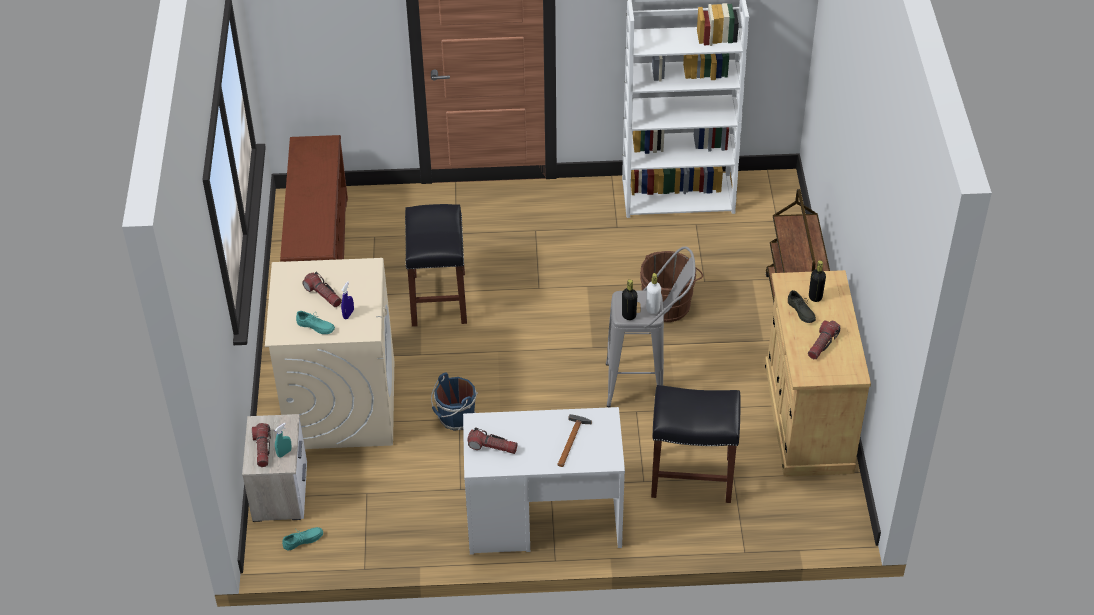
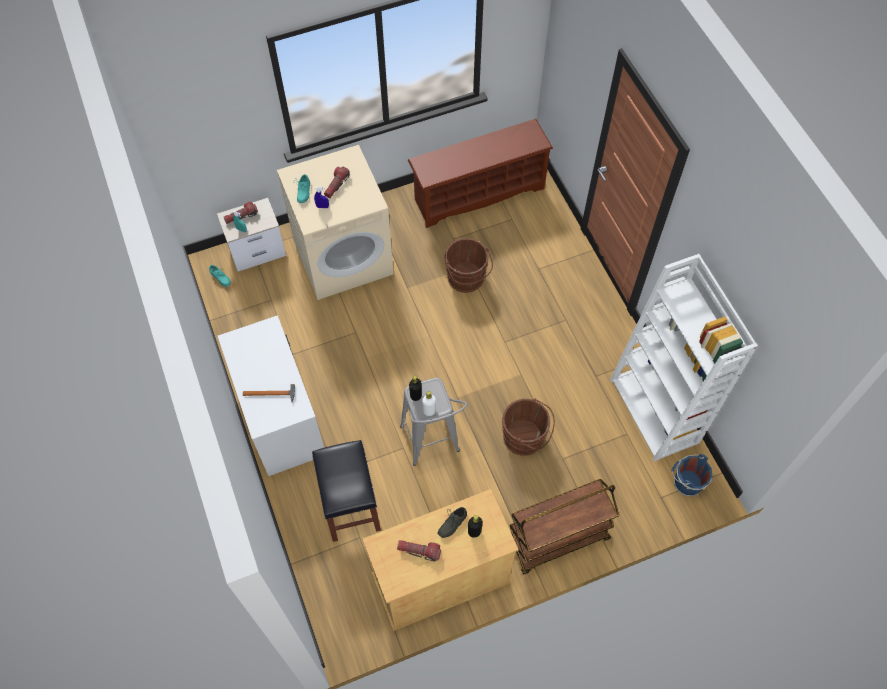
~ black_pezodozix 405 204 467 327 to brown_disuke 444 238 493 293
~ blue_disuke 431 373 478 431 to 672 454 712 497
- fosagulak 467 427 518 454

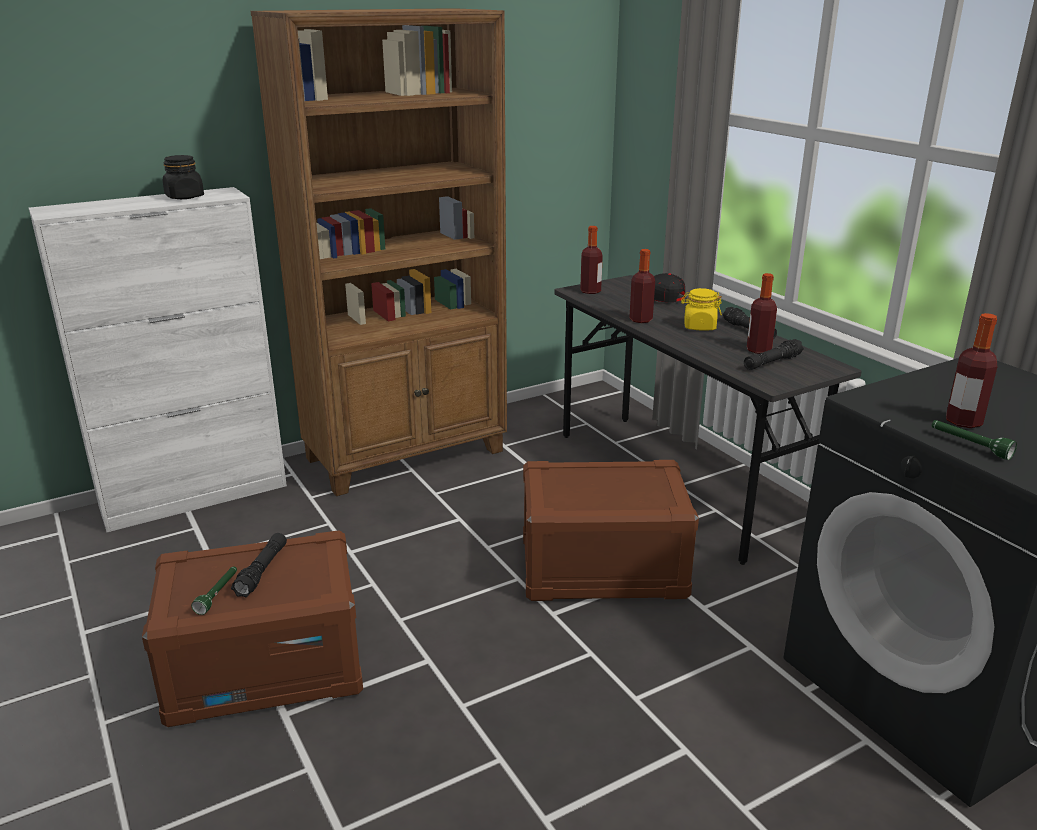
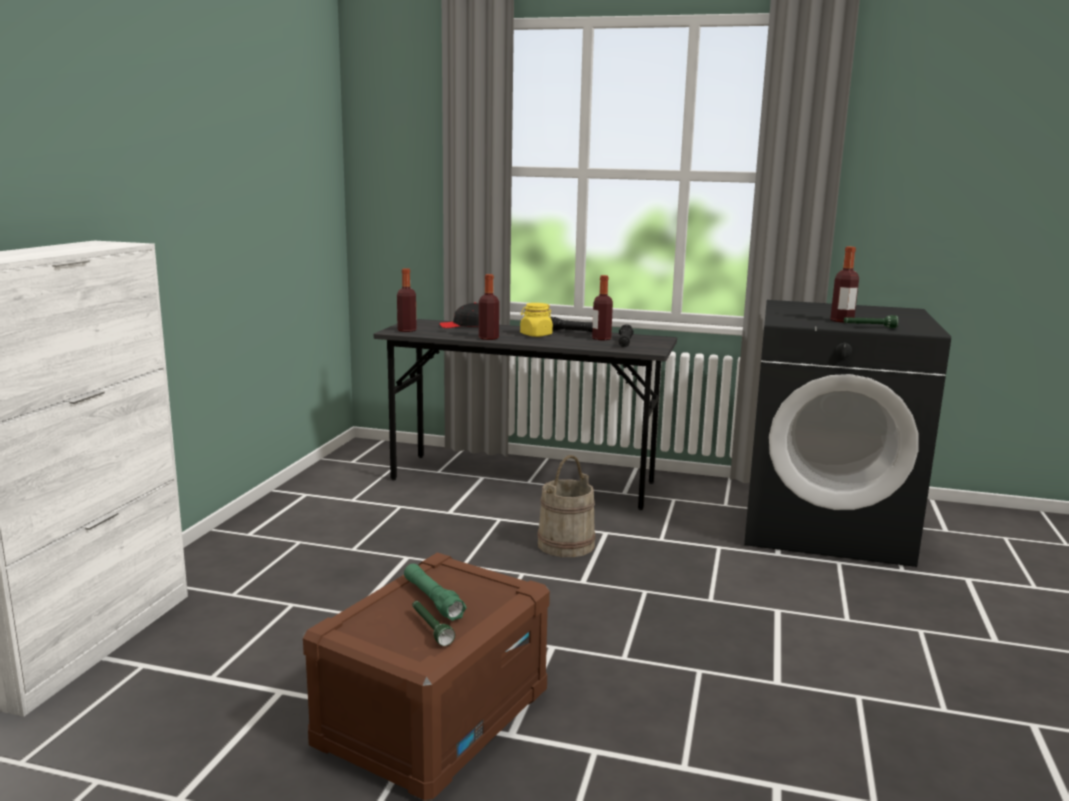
~ black_fosagulak 231 533 287 598 to green_fosagulak 404 564 467 621
~ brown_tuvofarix 523 460 699 601 to beige_disuke 538 455 596 557
- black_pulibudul 163 155 204 199
- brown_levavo 251 8 507 496

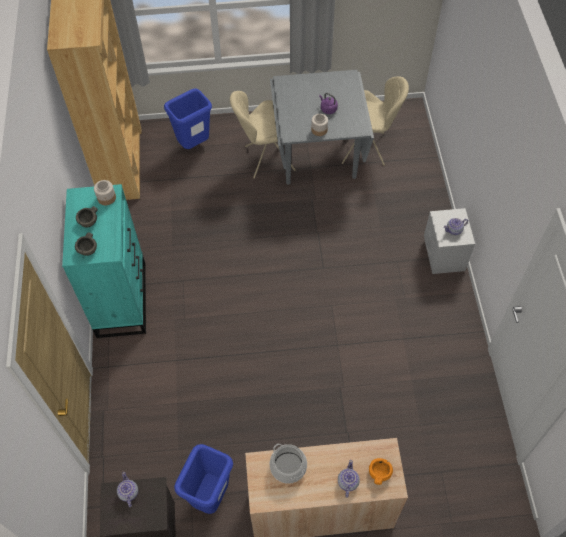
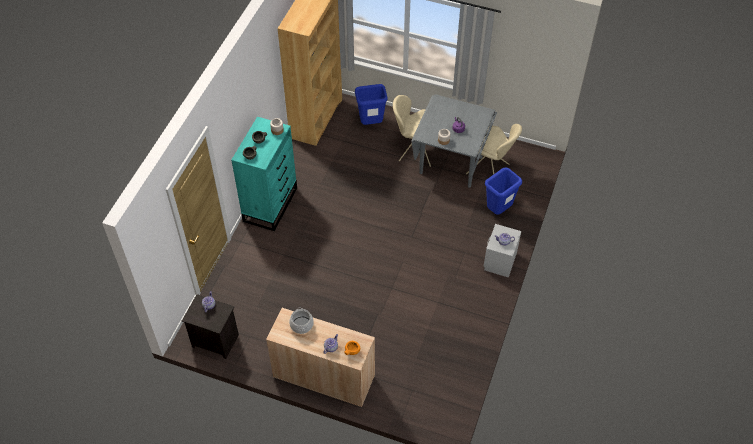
~ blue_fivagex 174 444 233 514 to 485 168 522 215

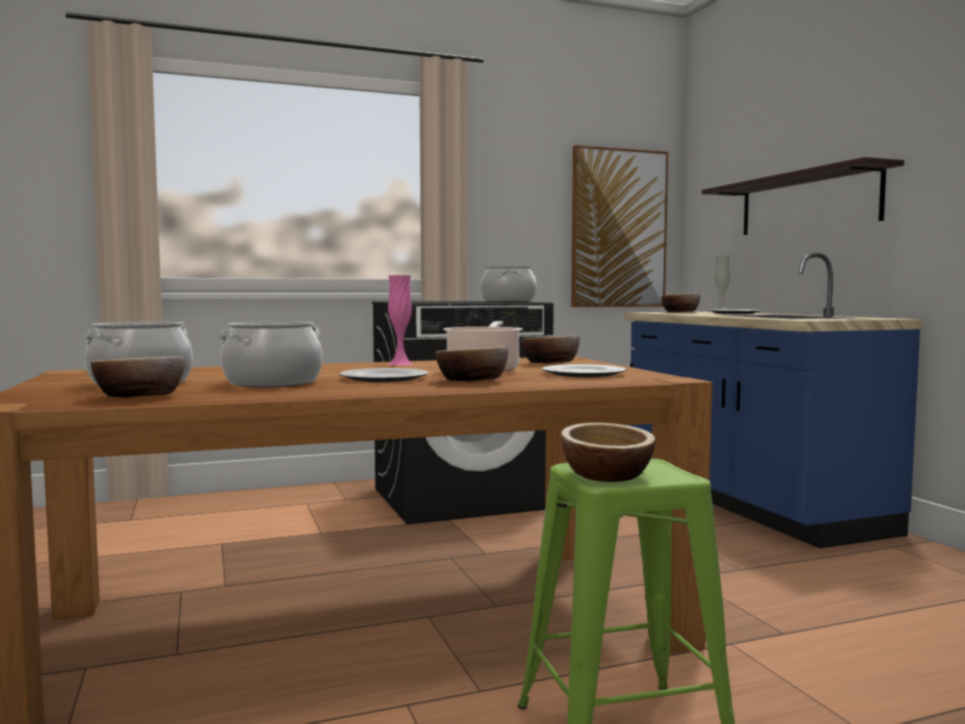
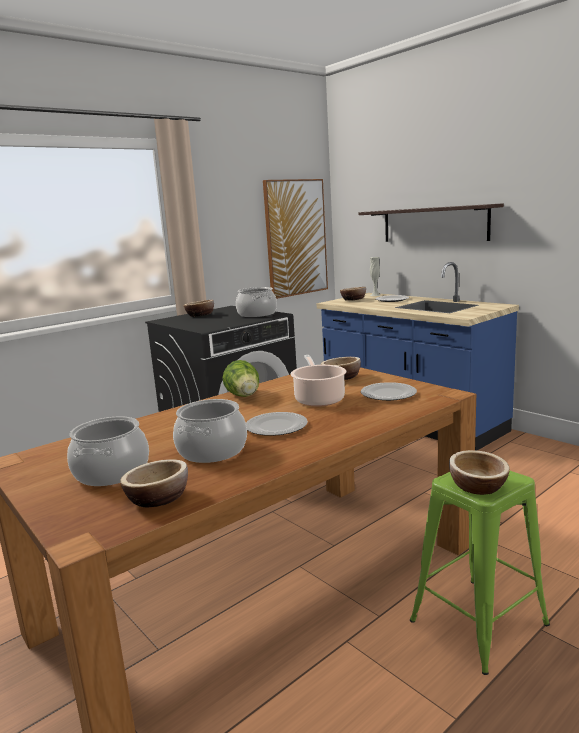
~ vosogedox 435 346 508 382 to 184 300 214 317
~ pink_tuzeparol 388 275 412 365 to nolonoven 222 360 259 397

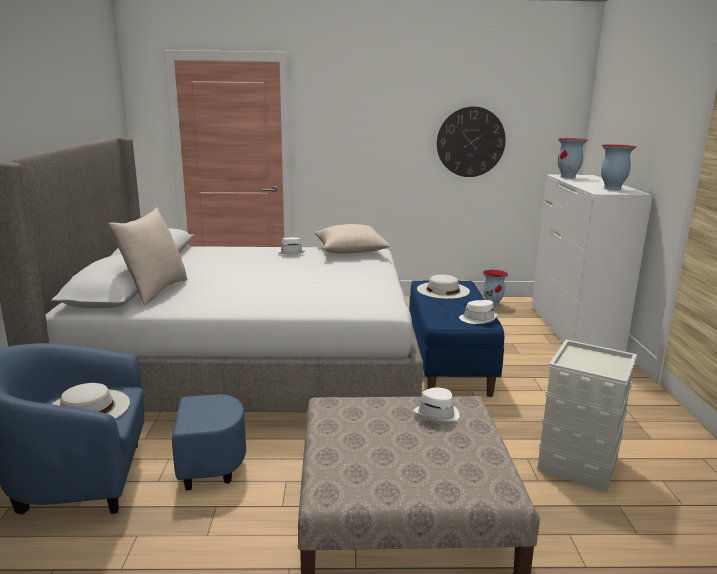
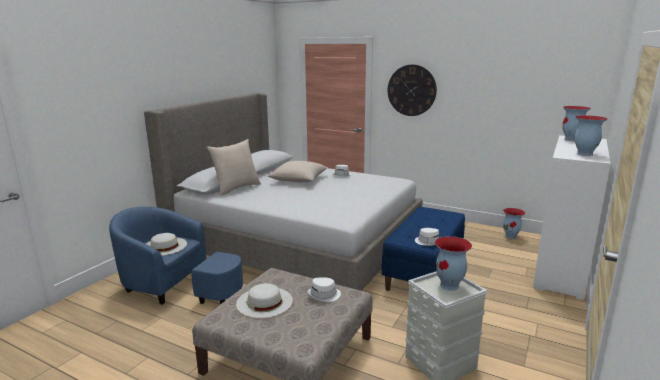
~ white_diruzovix 417 275 470 299 to 236 283 293 318
~ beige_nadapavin 315 224 391 254 to 268 161 328 182
~ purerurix 437 106 506 177 to 388 64 437 116
+ tuzeparol 435 236 472 291

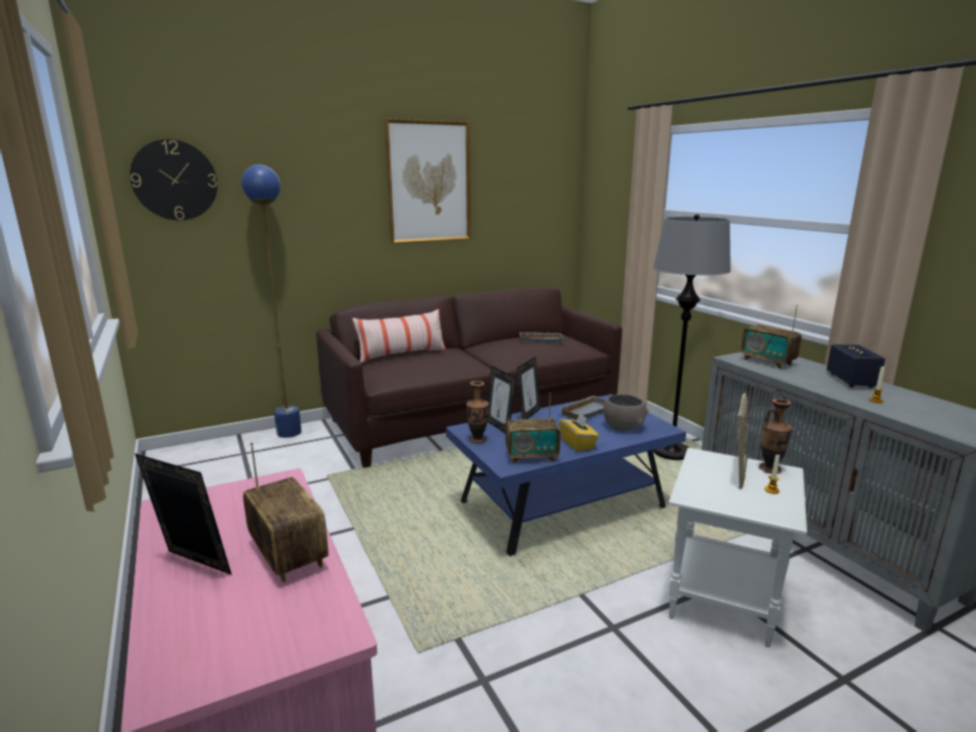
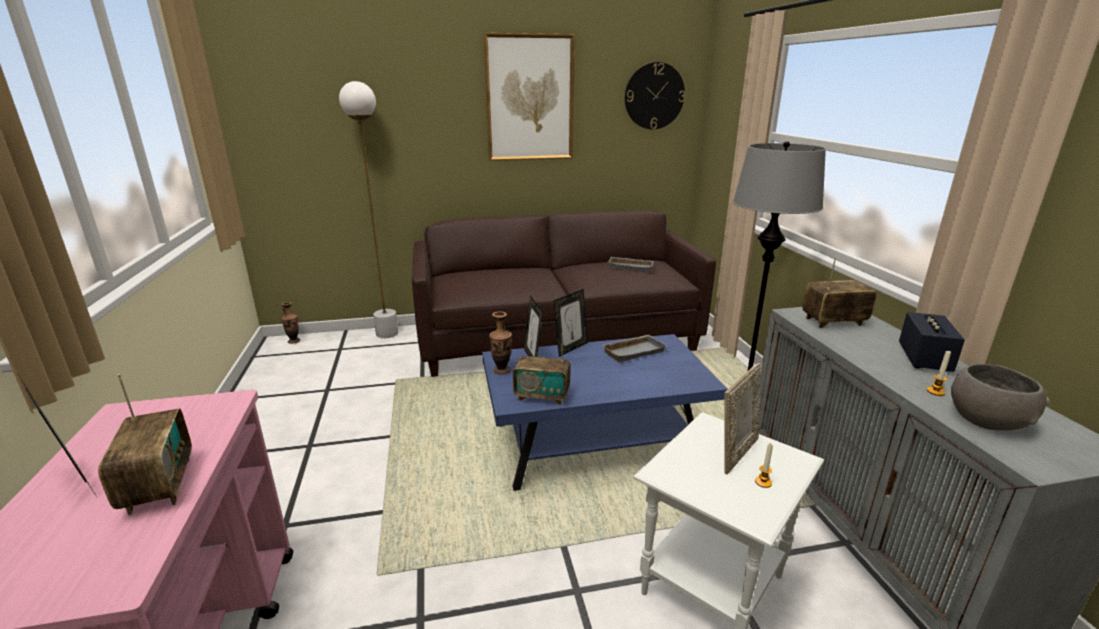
~ tuzeparol 759 399 792 474 to 281 302 300 344
~ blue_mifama 241 165 301 438 to white_mifama 339 81 399 338
~ purerurix 130 139 217 220 to 625 62 685 129
~ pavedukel 741 305 802 369 = 803 258 876 328 105 degrees clockwise
~ grey_vosogedox 603 394 649 431 to 951 364 1050 431
- nadapavin 352 309 446 363
- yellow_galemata 559 413 599 452

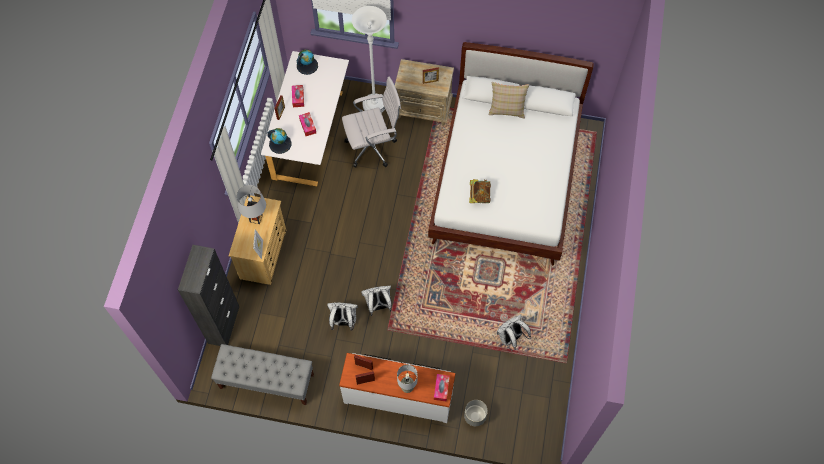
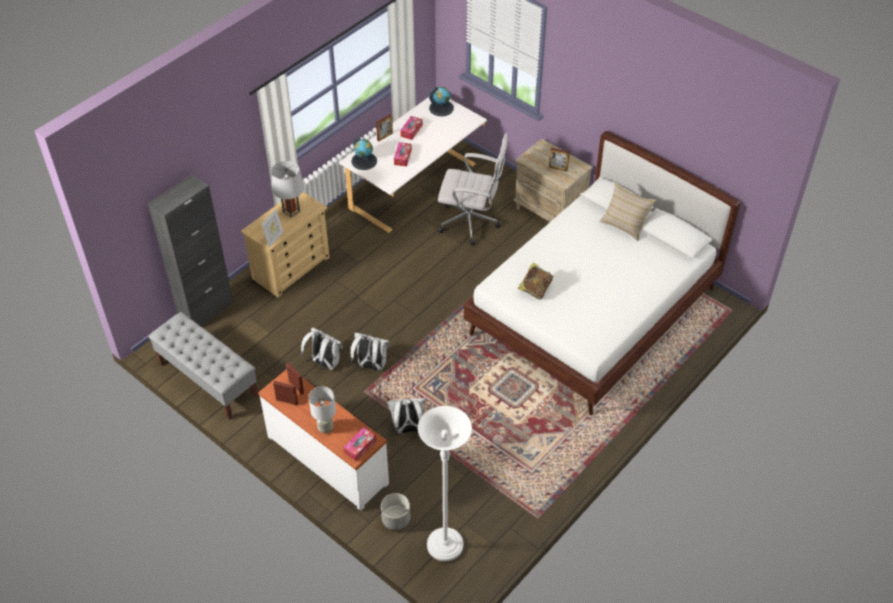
~ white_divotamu 497 314 531 351 to 387 398 425 436
~ white_mifama 352 6 387 113 to 418 406 472 562

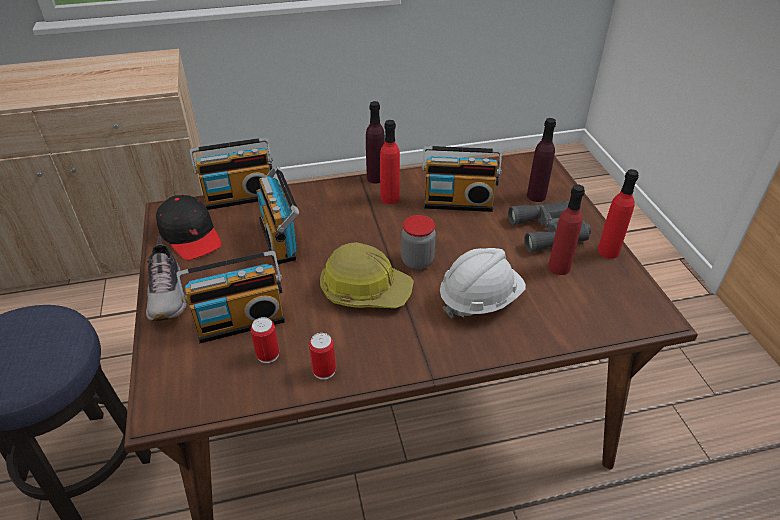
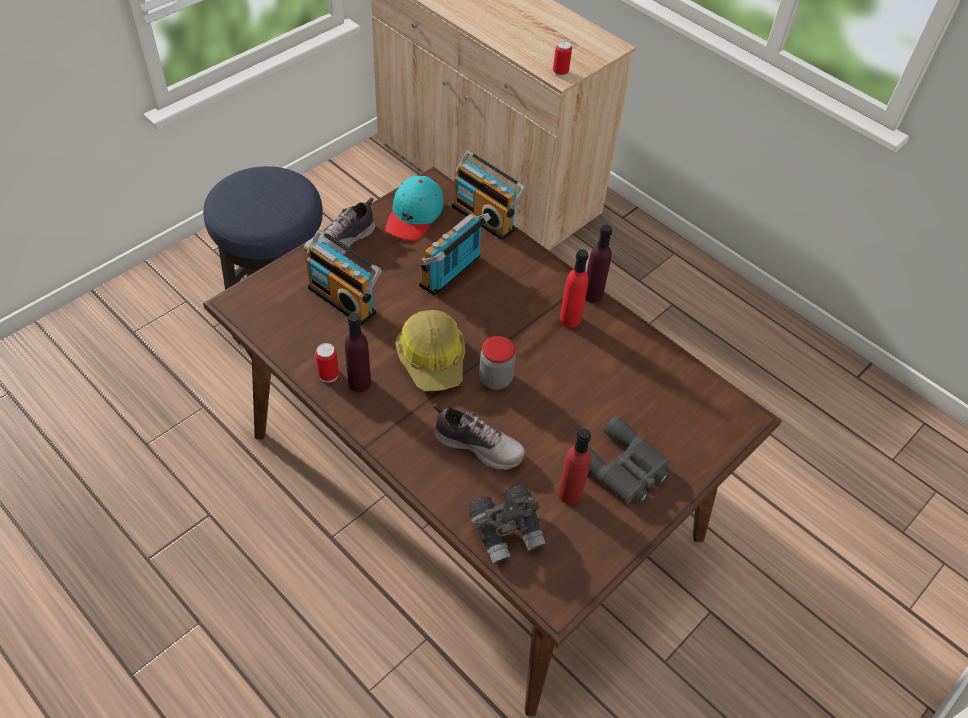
~ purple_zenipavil 527 118 556 202 to 345 313 371 392
~ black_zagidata 156 195 222 260 to turquoise_zagidata 385 176 443 241
~ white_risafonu 440 248 526 318 to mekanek 434 404 526 470
+ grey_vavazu 468 484 546 564
~ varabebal 251 317 279 363 to 553 41 572 77
- pavedukel 422 146 502 212
- red_zenipavil 598 169 639 259

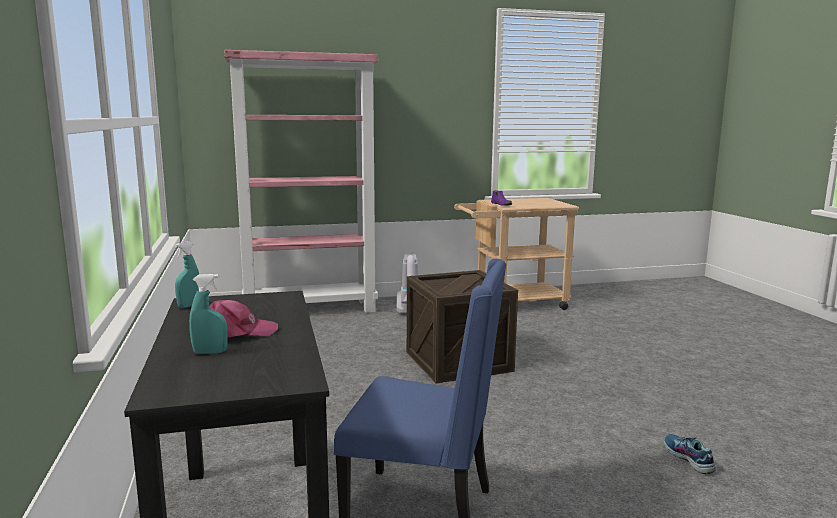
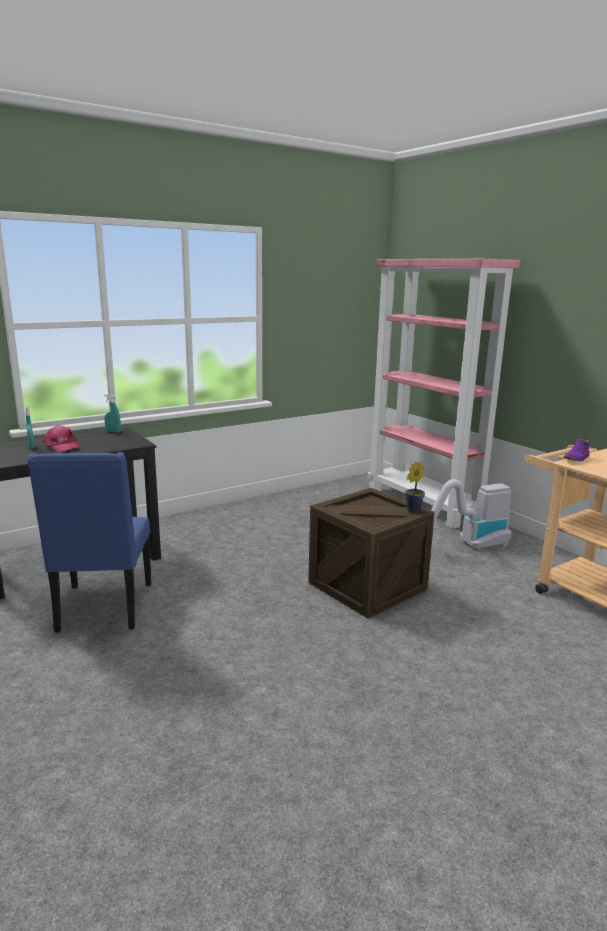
+ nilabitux 405 462 425 513
- mekanek 664 434 716 474

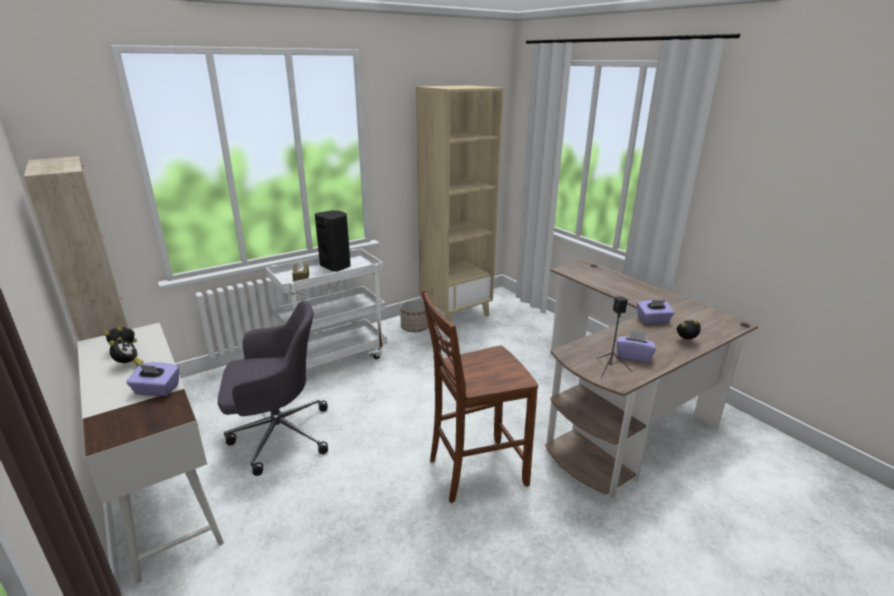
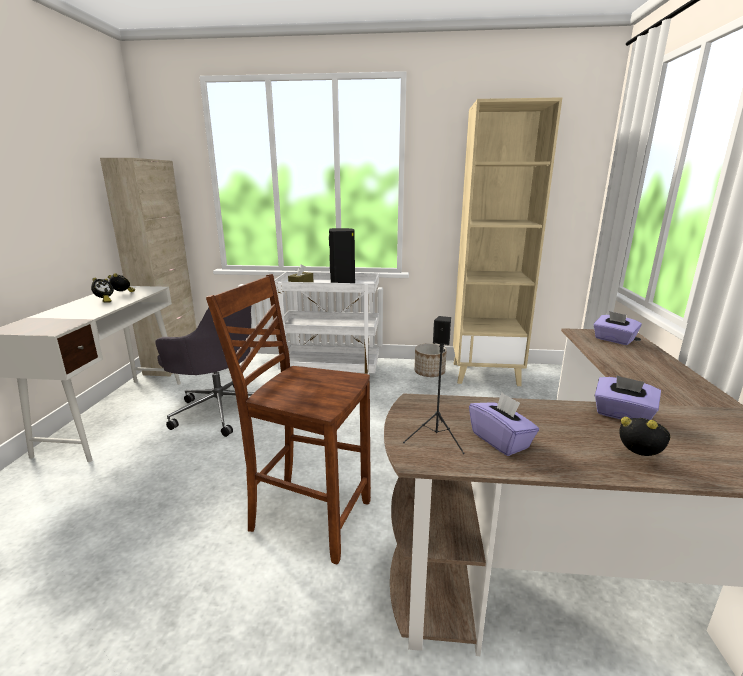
~ purple_galemata 126 362 179 396 to 593 311 642 345

